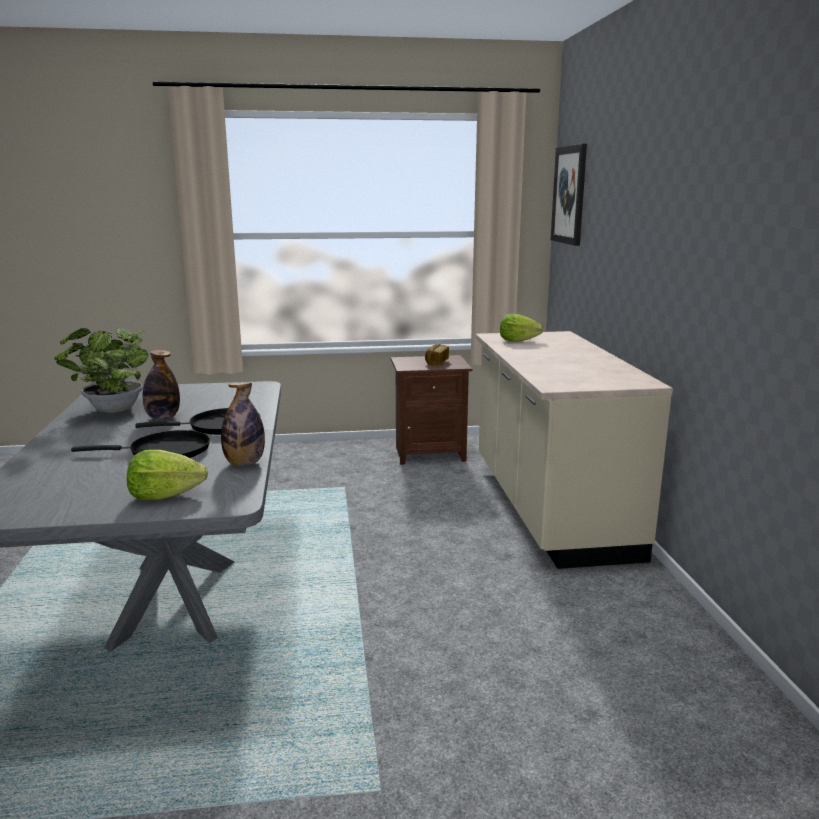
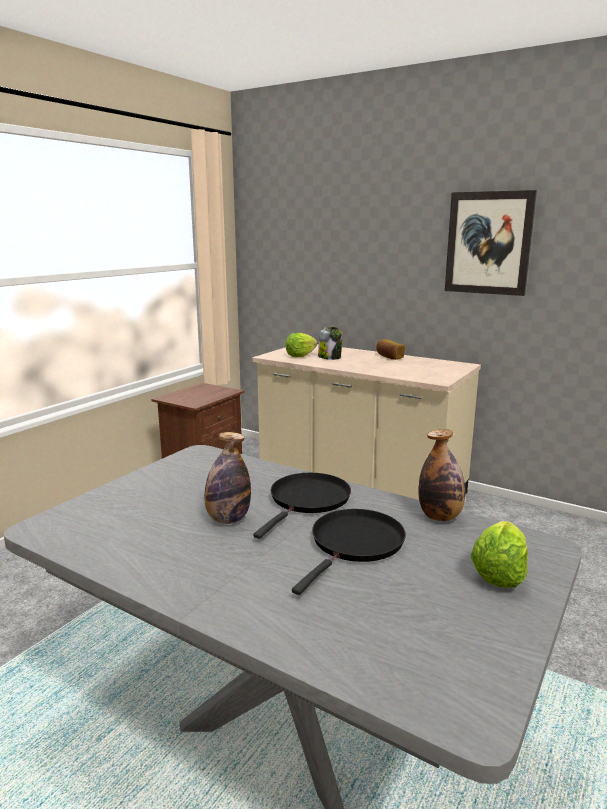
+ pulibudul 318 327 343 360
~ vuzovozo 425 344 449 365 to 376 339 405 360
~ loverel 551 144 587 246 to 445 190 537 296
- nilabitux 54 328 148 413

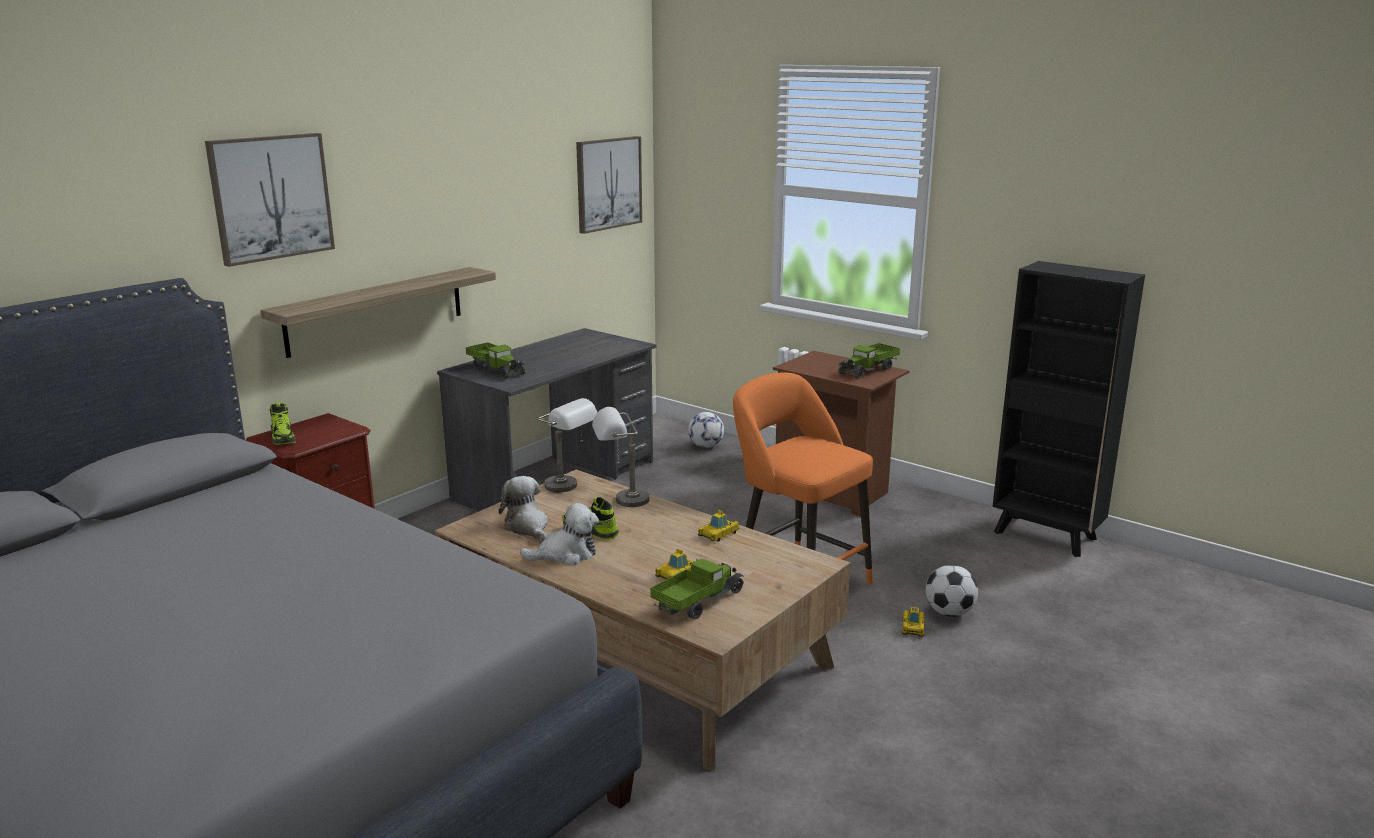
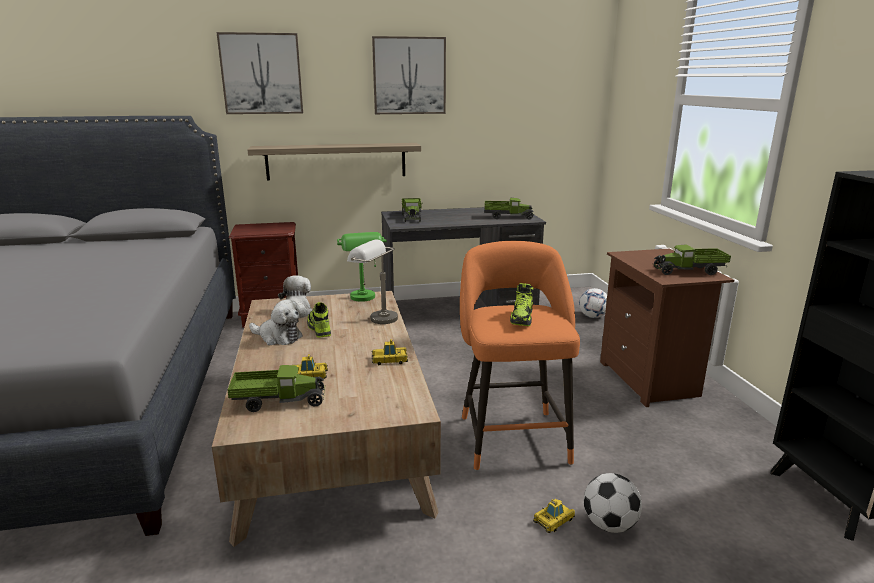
~ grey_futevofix 537 398 597 492 to green_futevofix 337 232 387 302
~ loverel 576 136 642 234 to 372 36 446 114
+ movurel 484 198 534 219
~ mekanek 270 403 296 445 to 510 283 534 326

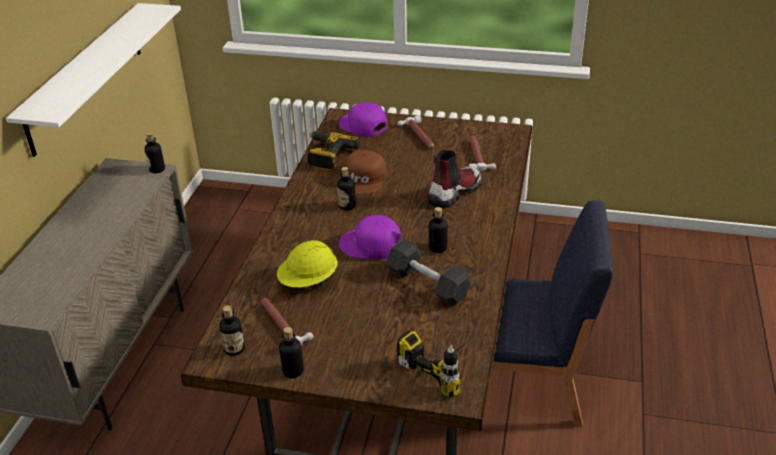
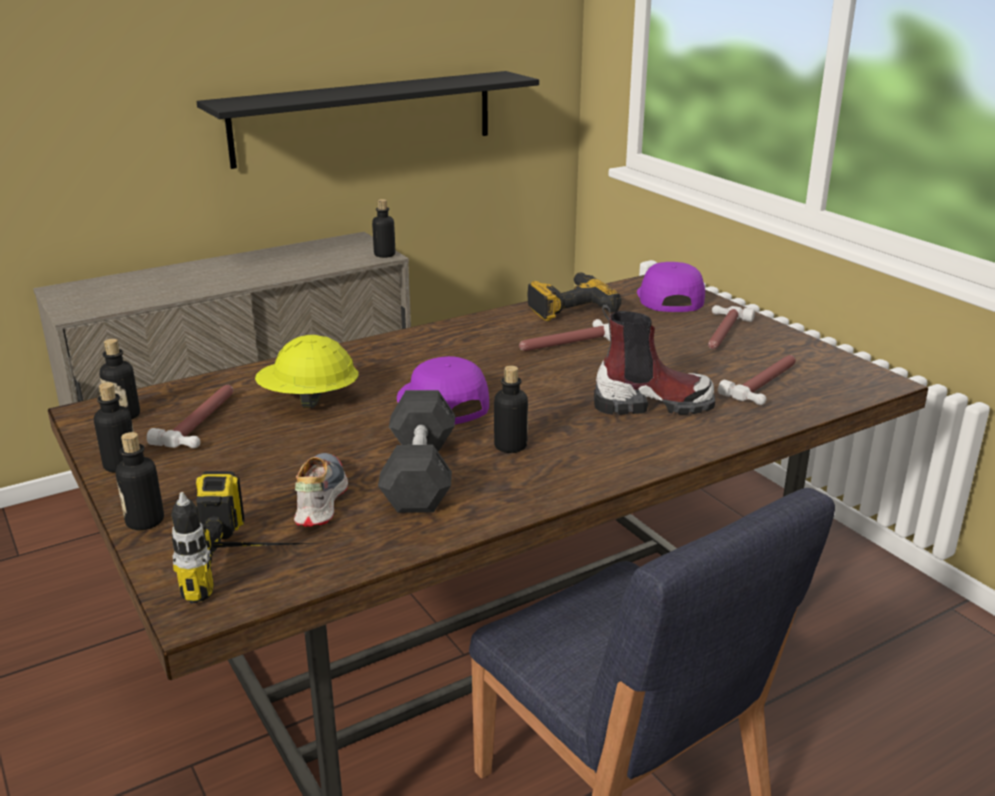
~ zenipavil 337 167 356 210 to 115 432 164 530
~ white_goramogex 6 3 181 157 to black_goramogex 196 71 539 169
+ mekanek 294 453 348 527
~ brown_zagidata 345 150 387 195 to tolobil 519 319 611 351

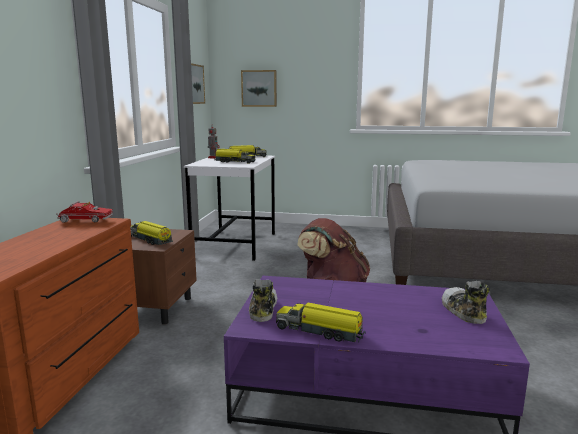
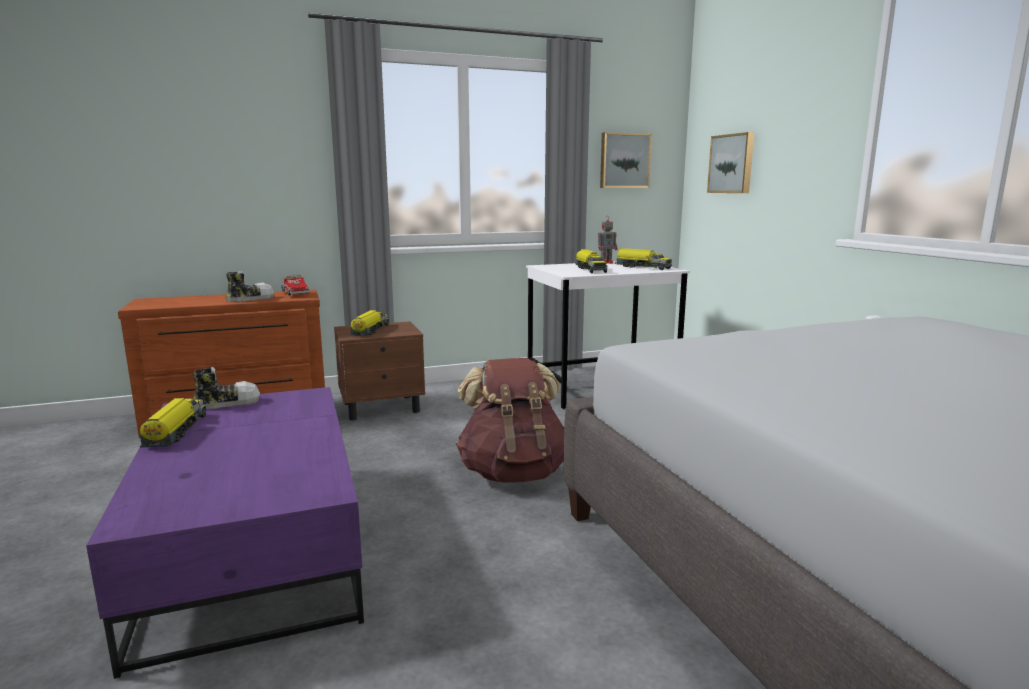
~ mekanek 442 281 490 324 to 225 271 274 302

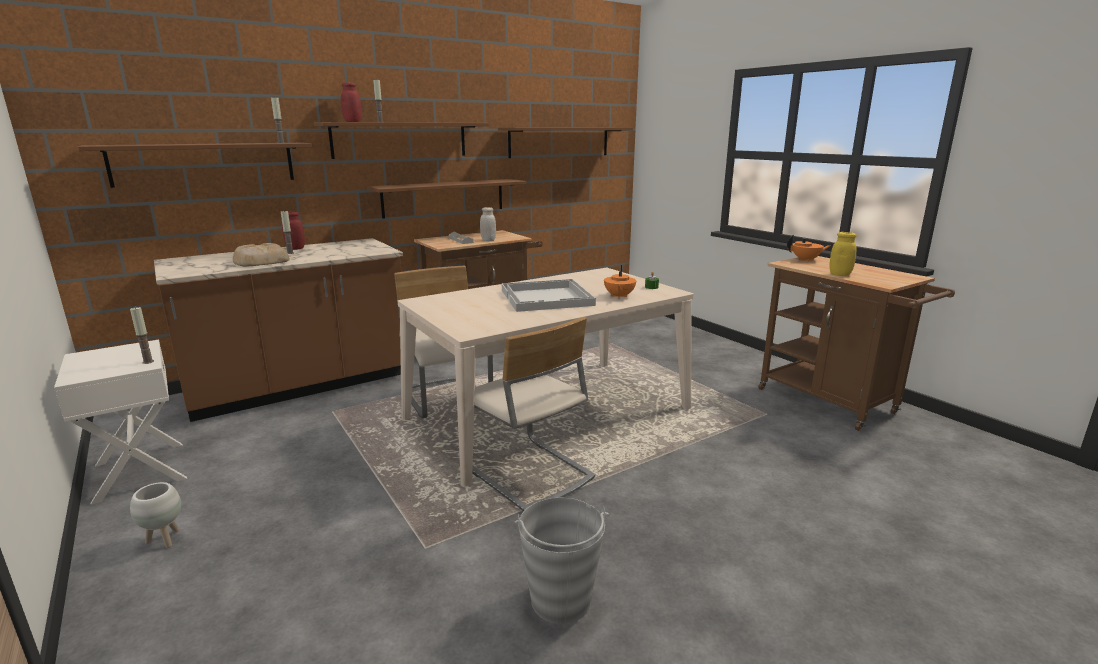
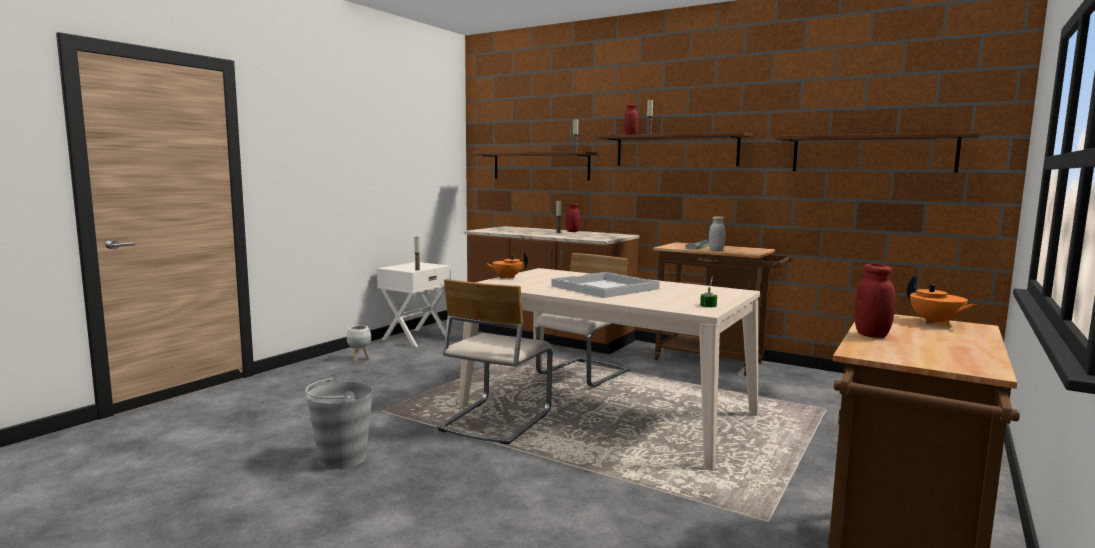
~ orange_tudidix 604 265 636 298 to 485 252 528 279
~ yellow_pulibudul 830 232 857 276 to red_pulibudul 854 264 895 338
- vuzovozo 233 243 290 266
- brown_goramogex 367 179 526 219

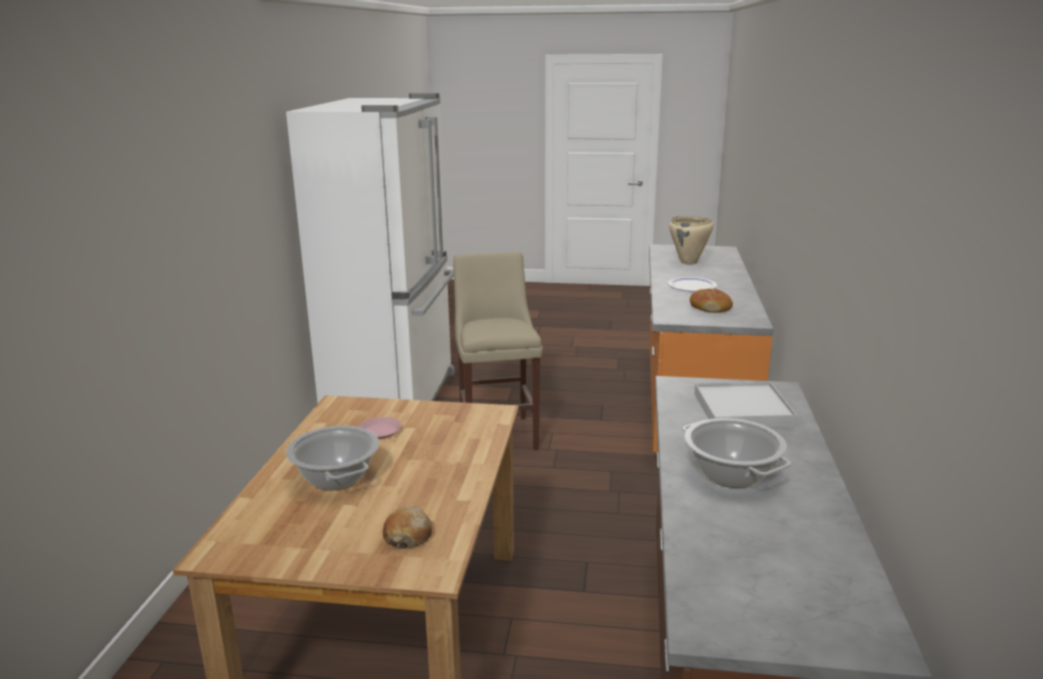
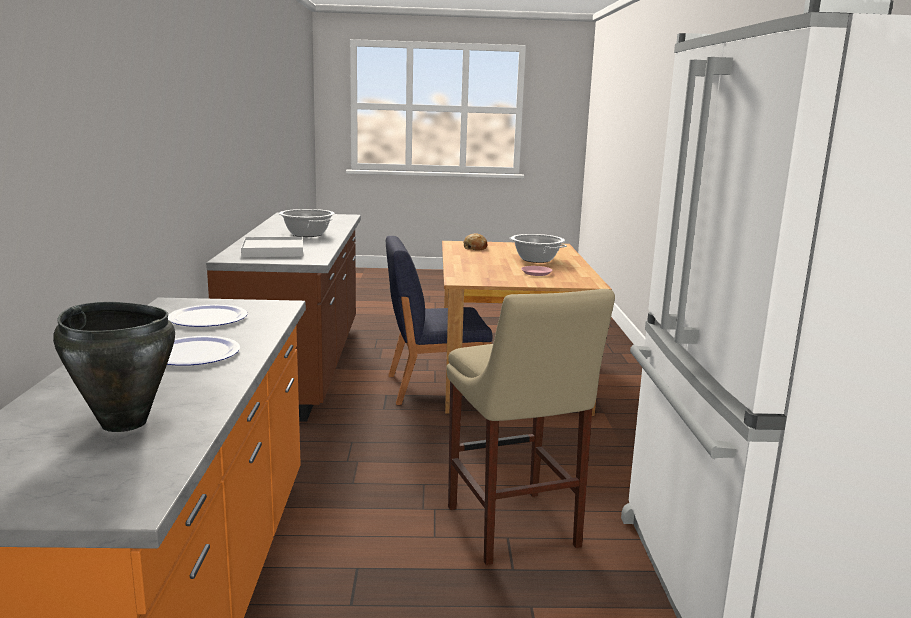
~ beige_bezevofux 669 216 713 265 to black_bezevofux 53 302 175 432
~ vuzovozo 690 289 733 313 to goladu 168 304 248 327
+ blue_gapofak 386 236 492 405

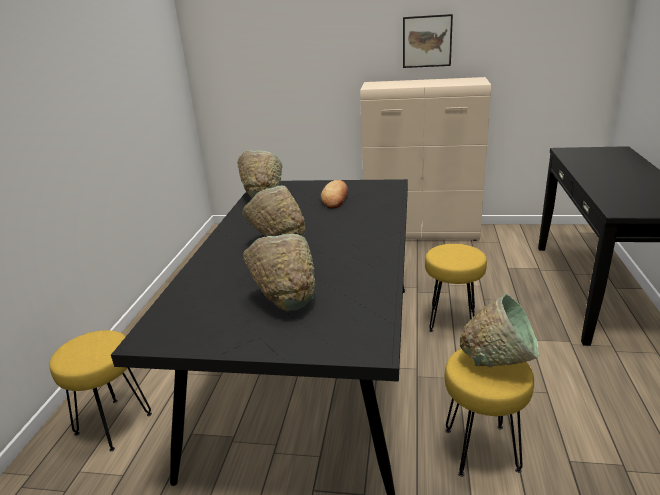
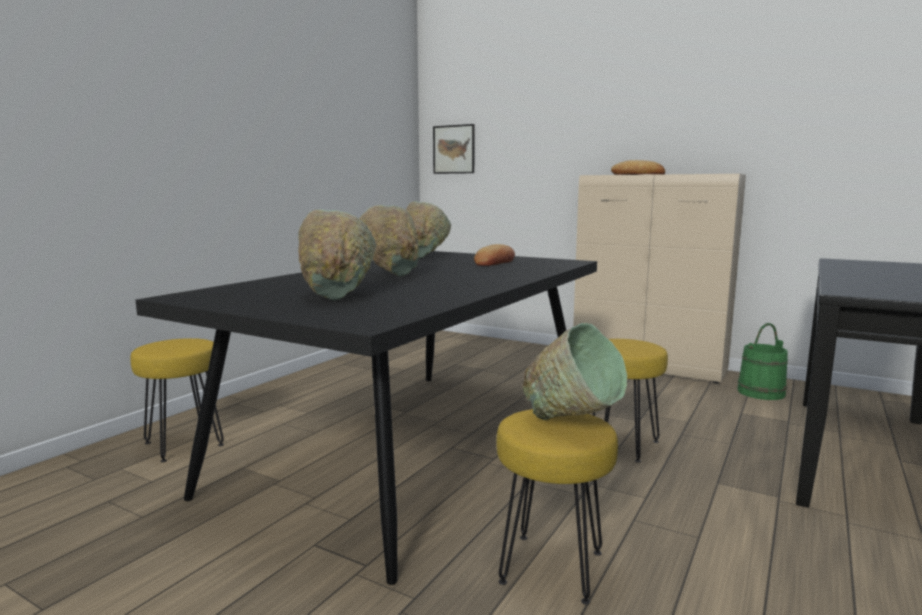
~ loverel 403 14 453 68 to 433 124 475 174
+ vuzovozo 611 160 665 175
+ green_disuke 737 323 788 400

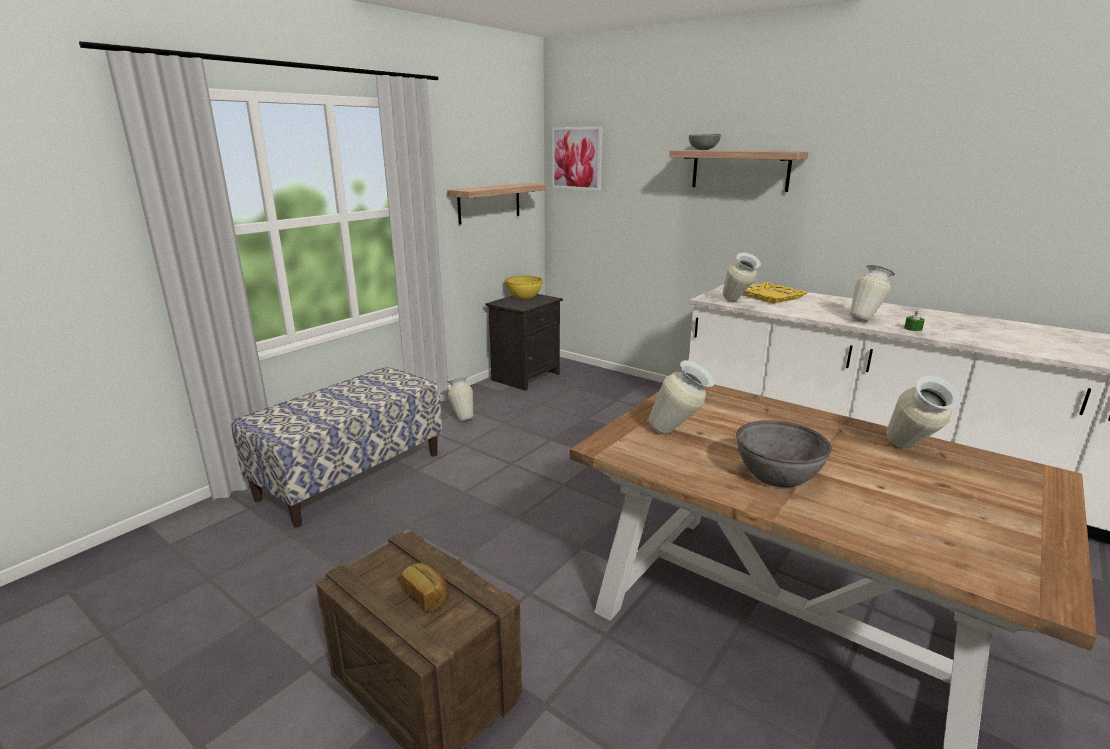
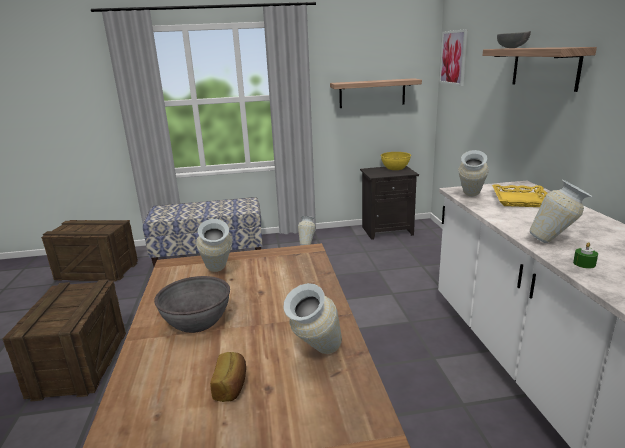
+ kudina 41 220 138 281
~ vuzovozo 401 563 449 612 to 210 352 246 402

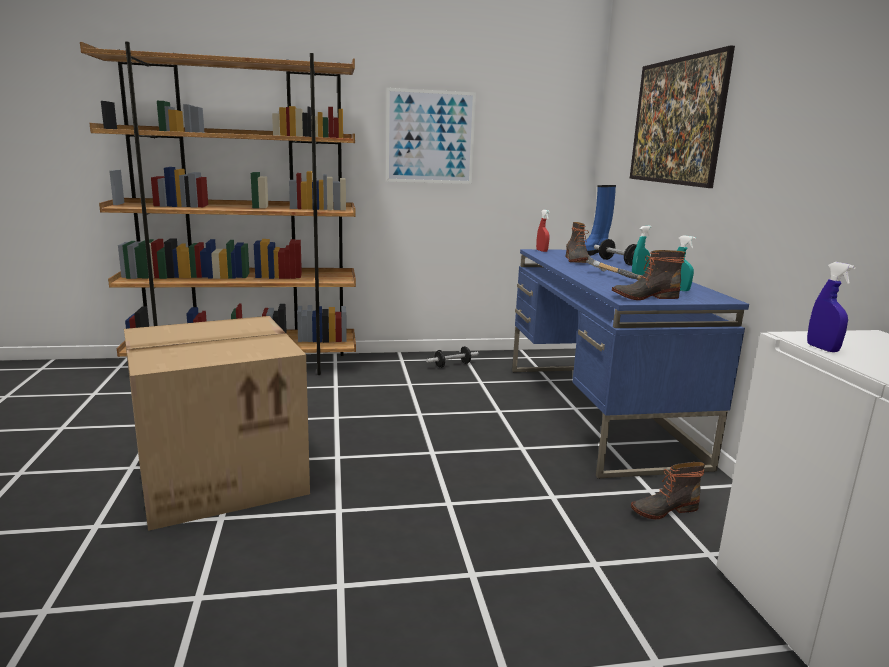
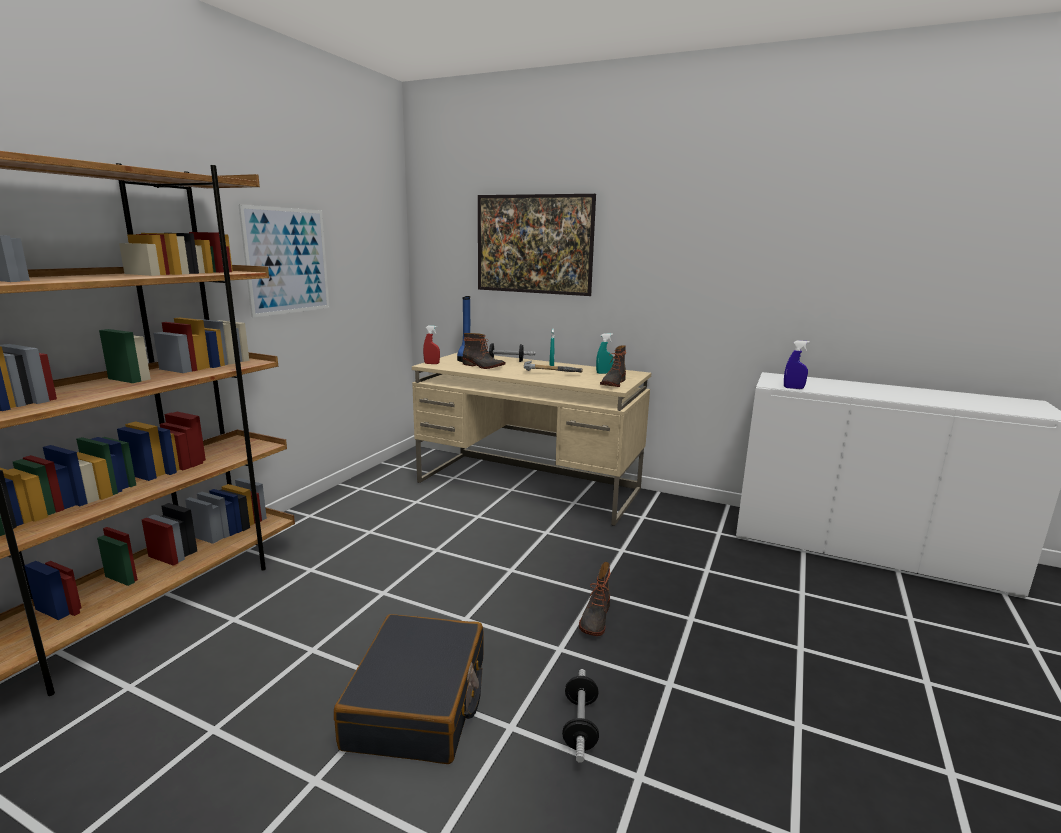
~ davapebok 124 316 310 531 to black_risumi 334 614 484 764
~ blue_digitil 512 249 749 479 to beige_digitil 412 353 652 526
~ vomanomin 426 346 479 368 to 562 669 599 763
~ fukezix 631 462 705 519 to 579 562 610 636

